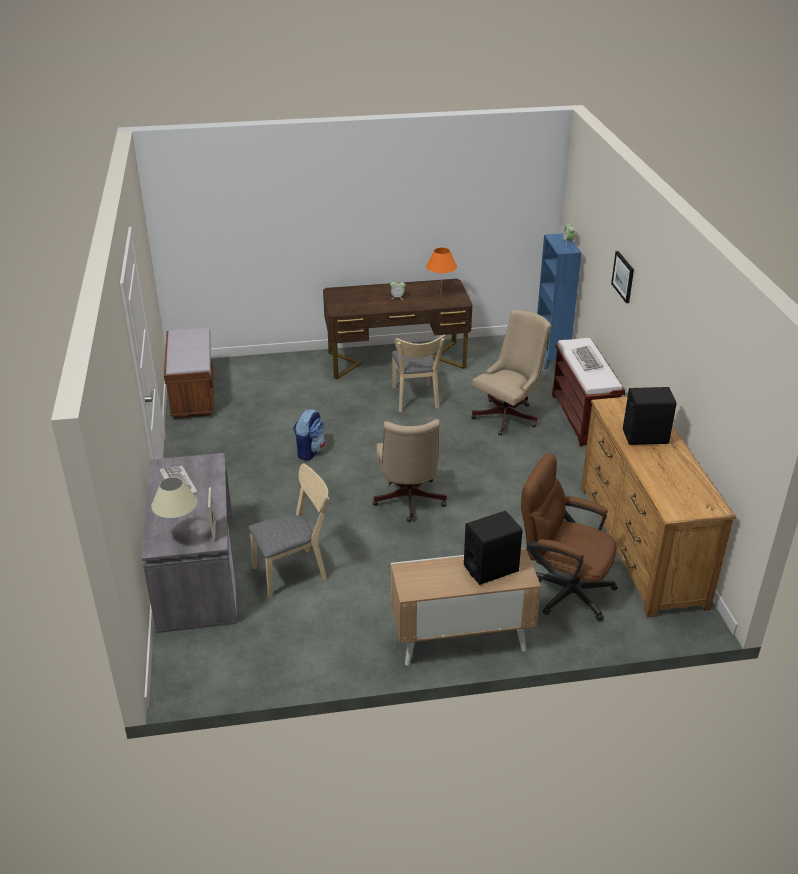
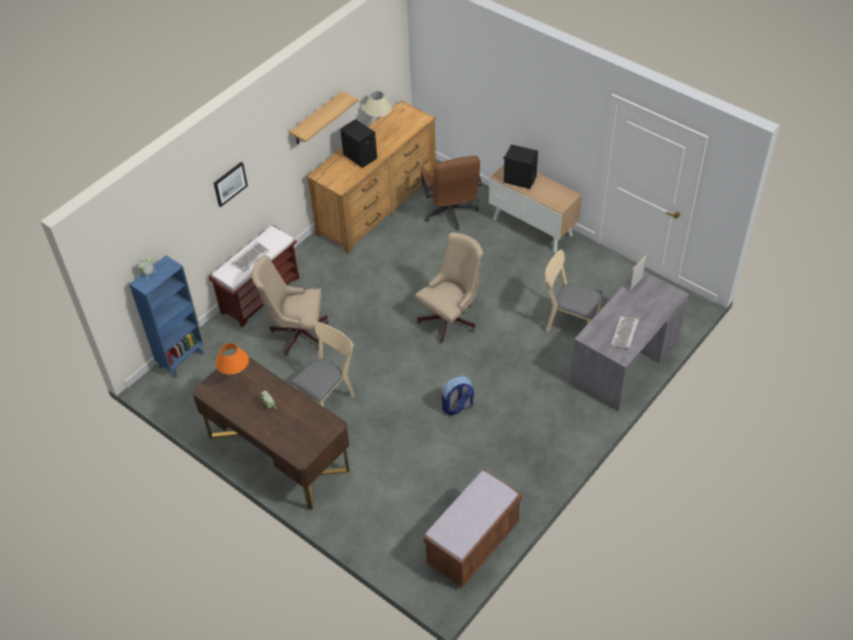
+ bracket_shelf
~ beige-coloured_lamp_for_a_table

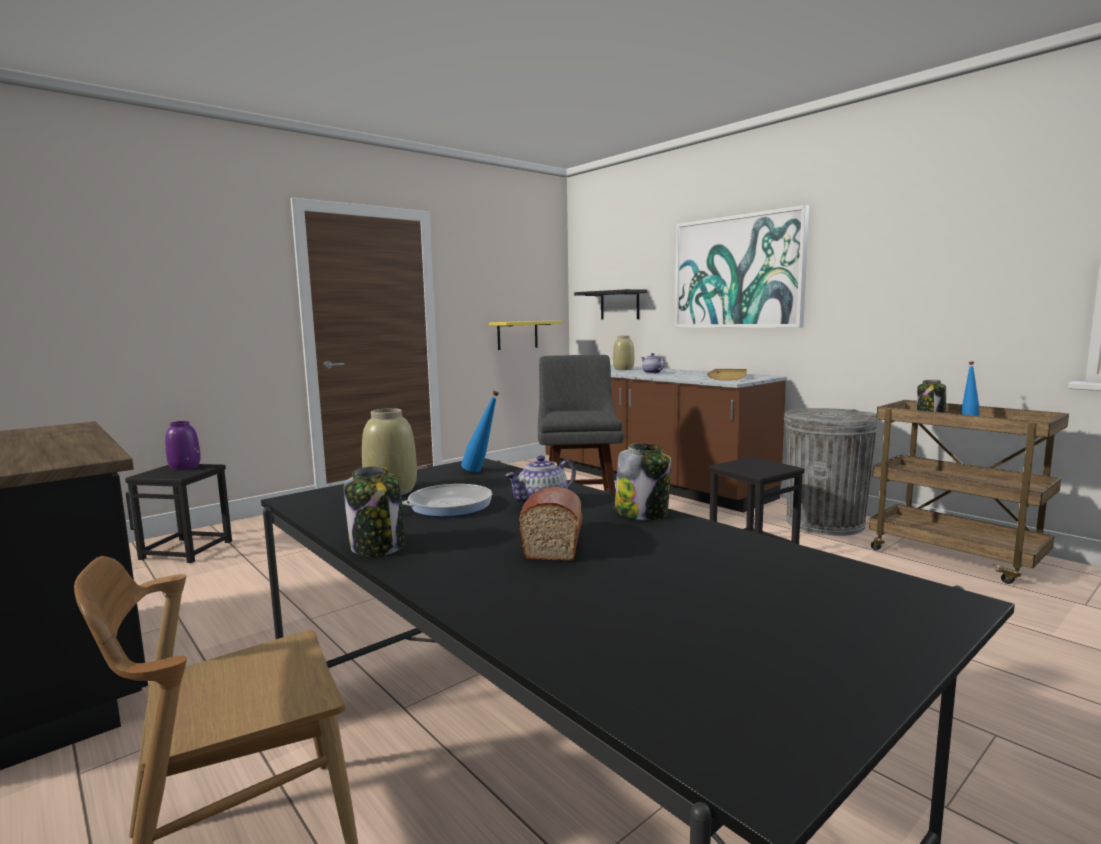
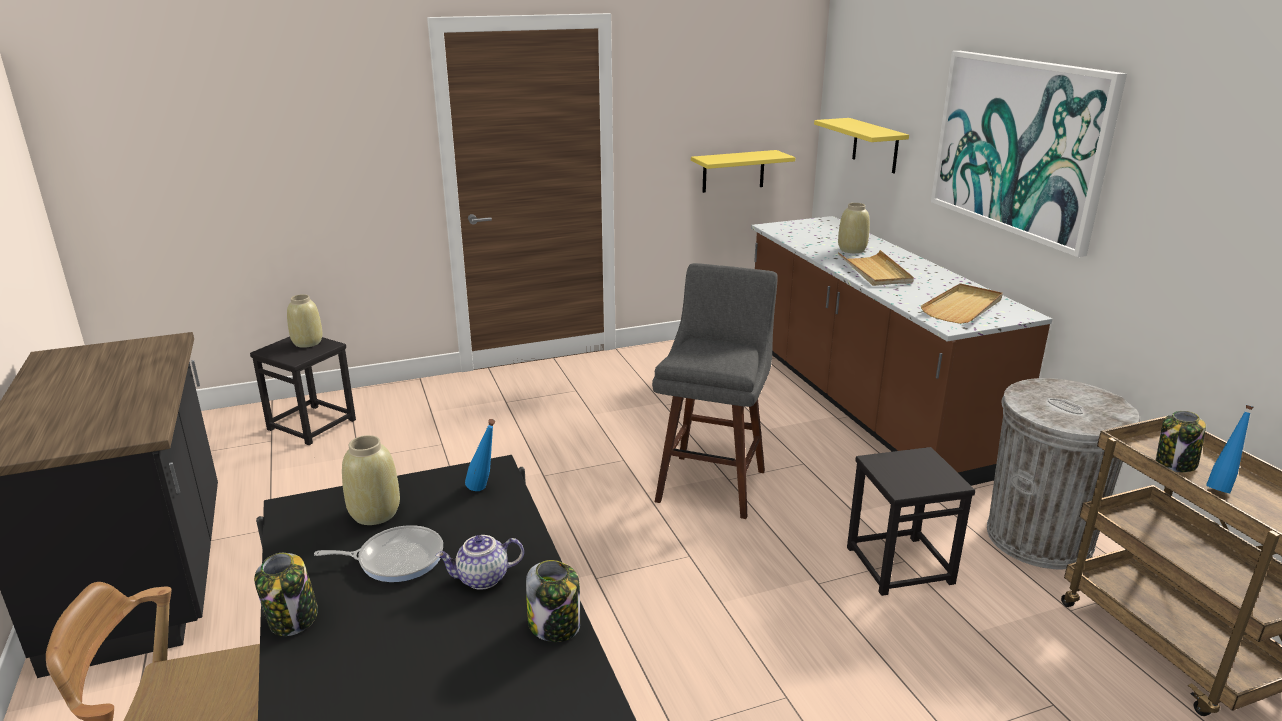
~ purple_vase to beige-coloured_vase (1st from left)
~ black_bracket_shelf to yellow-coloured_bracket_shelf (2nd from left)
~ pot_for_tea (2nd from left) to beige-coloured_carrying_tray (1st from left)
- bread

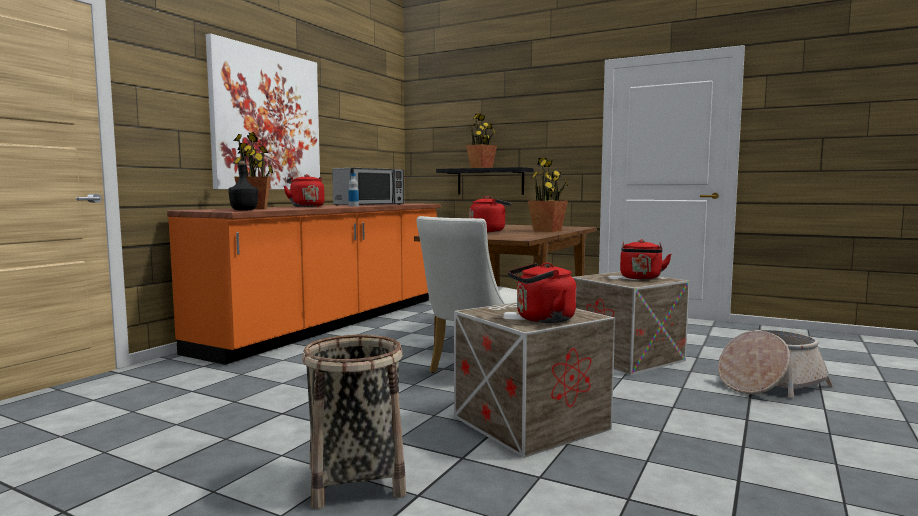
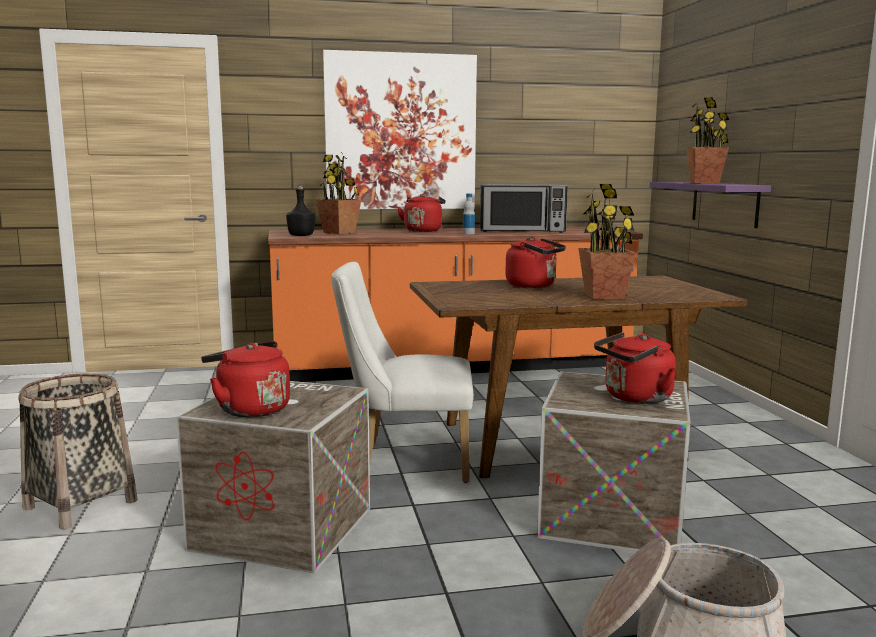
~ black_bracket_shelf to purple_bracket_shelf

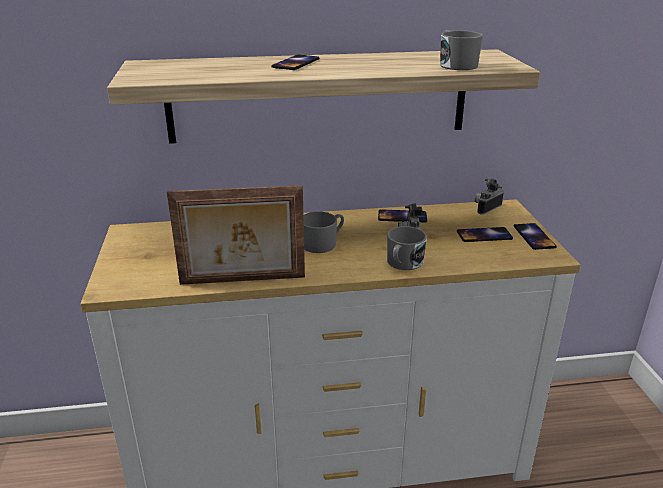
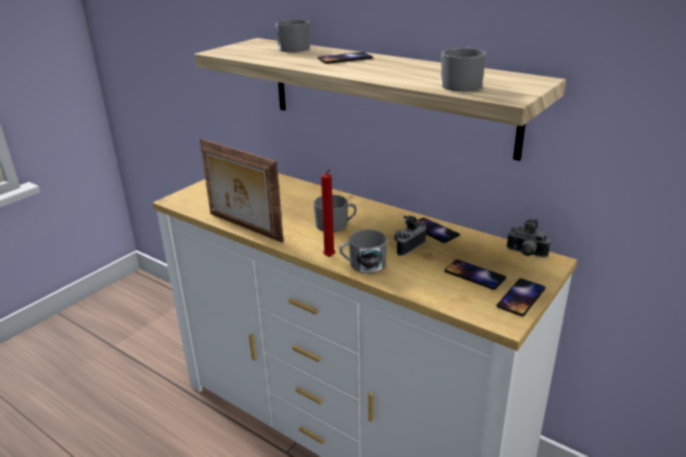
+ grey_tea_mug (1st from left)
+ red_wax_light
~ photo_camera (2nd from left) 150 degrees counterclockwise

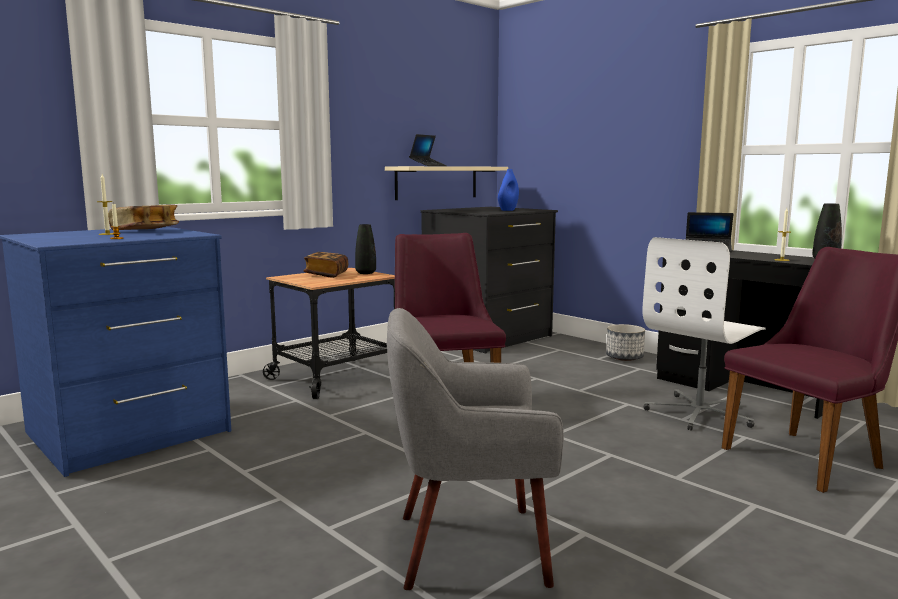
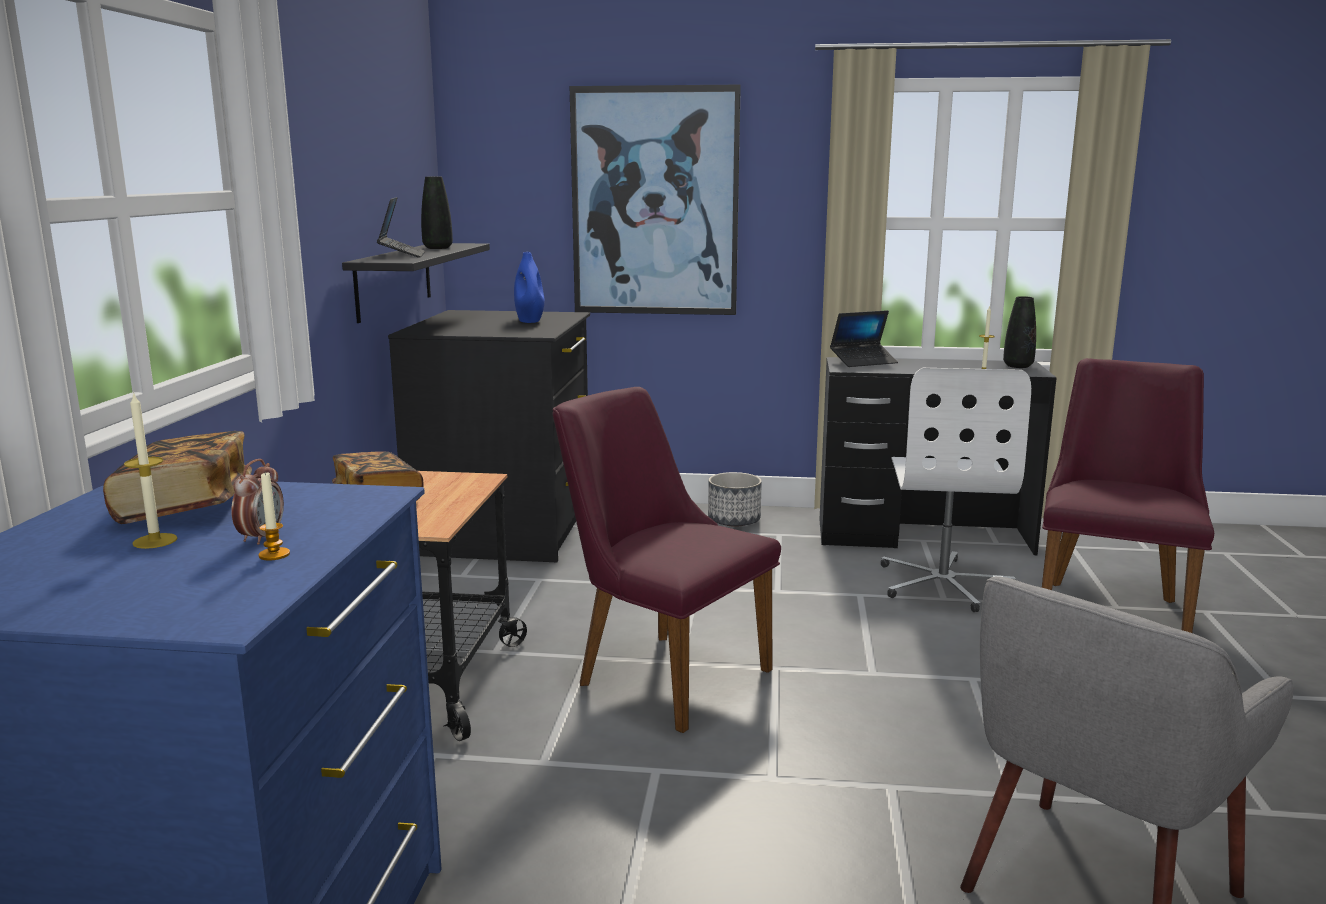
+ alarm_clock
~ beige-coloured_bracket_shelf to black_bracket_shelf
~ black_vase (1st from left)
+ wall_art

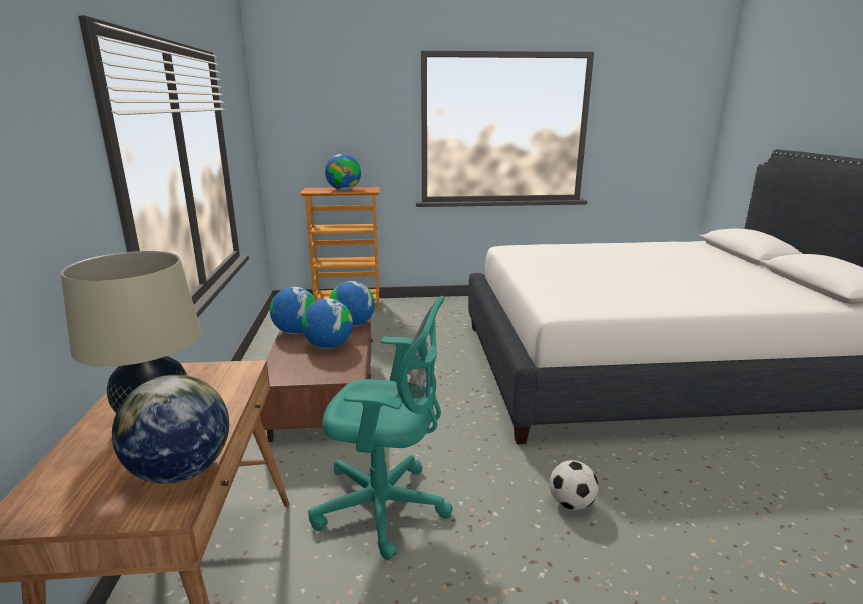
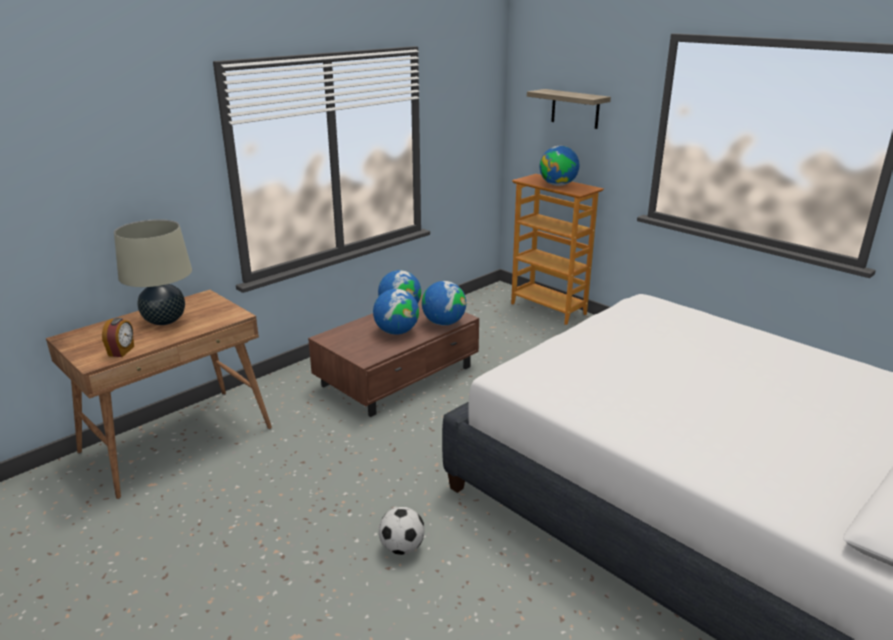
~ desk_globe (1st from left) to alarm_clock
+ bracket_shelf
- turquoise-coloured_desk_chair

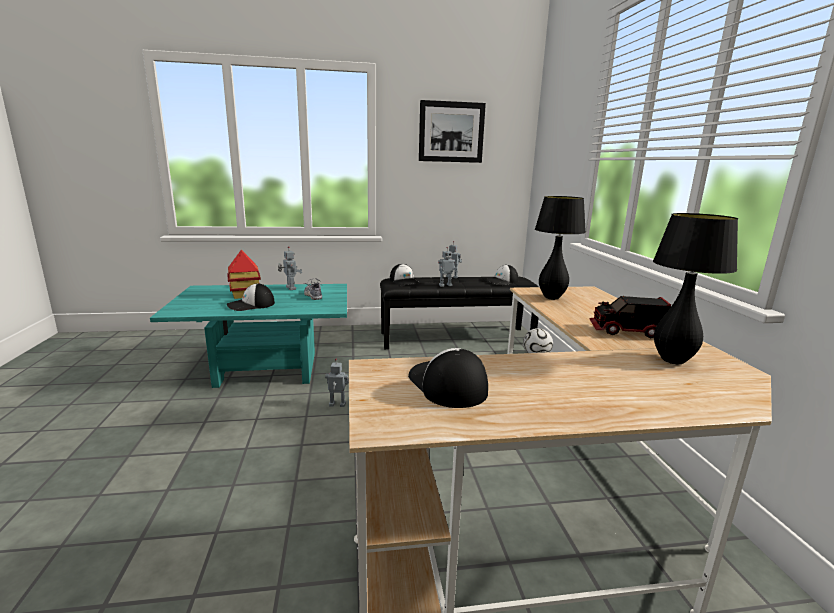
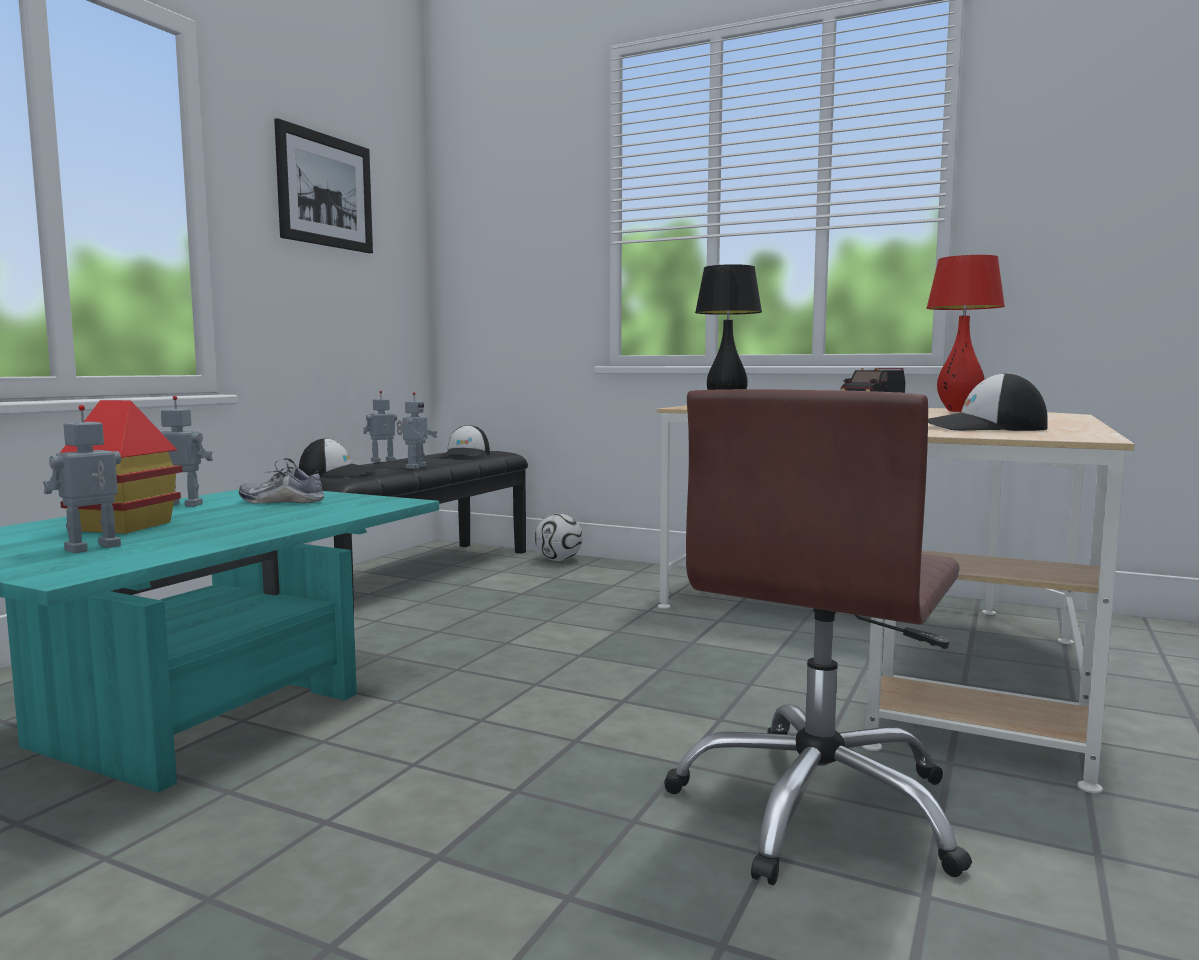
~ toy_robot (2nd from left in the first image) to toy_robot (1st from left)
+ brown-coloured_desk_chair
~ black_lamp_for_a_table (2nd from left) to red_lamp_for_a_table
- cap (1st from left)

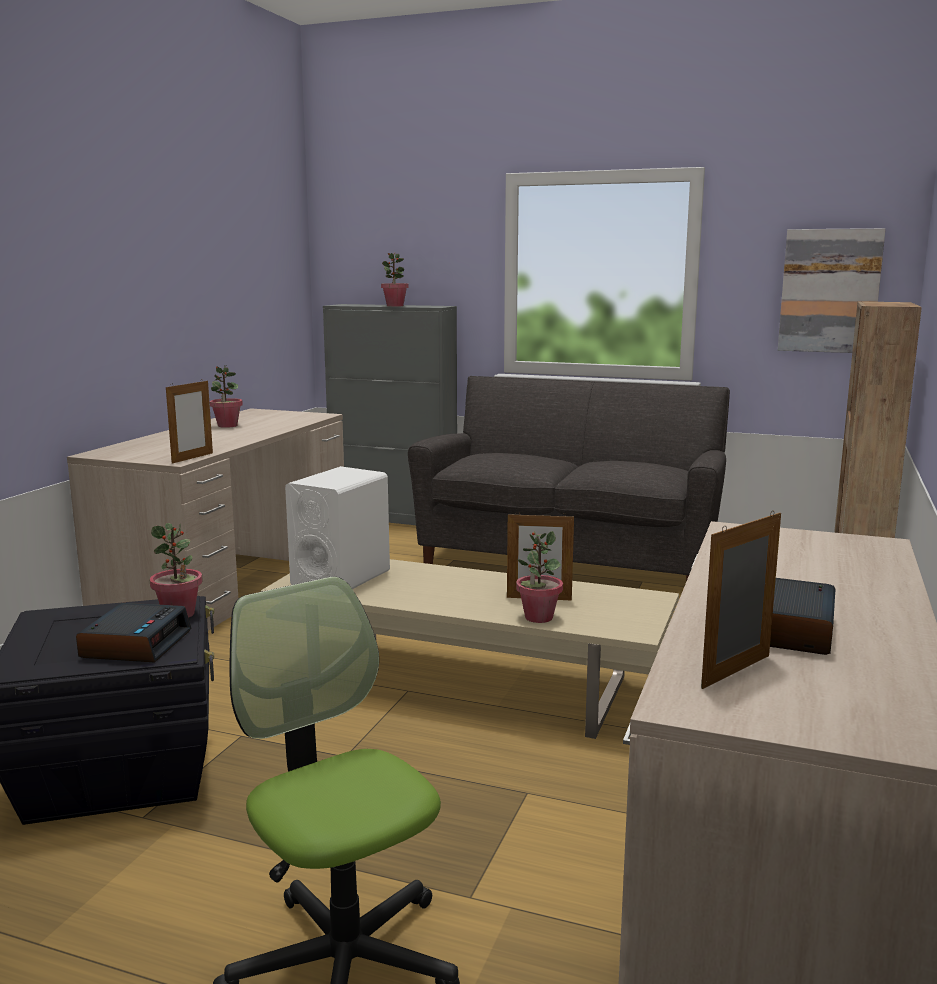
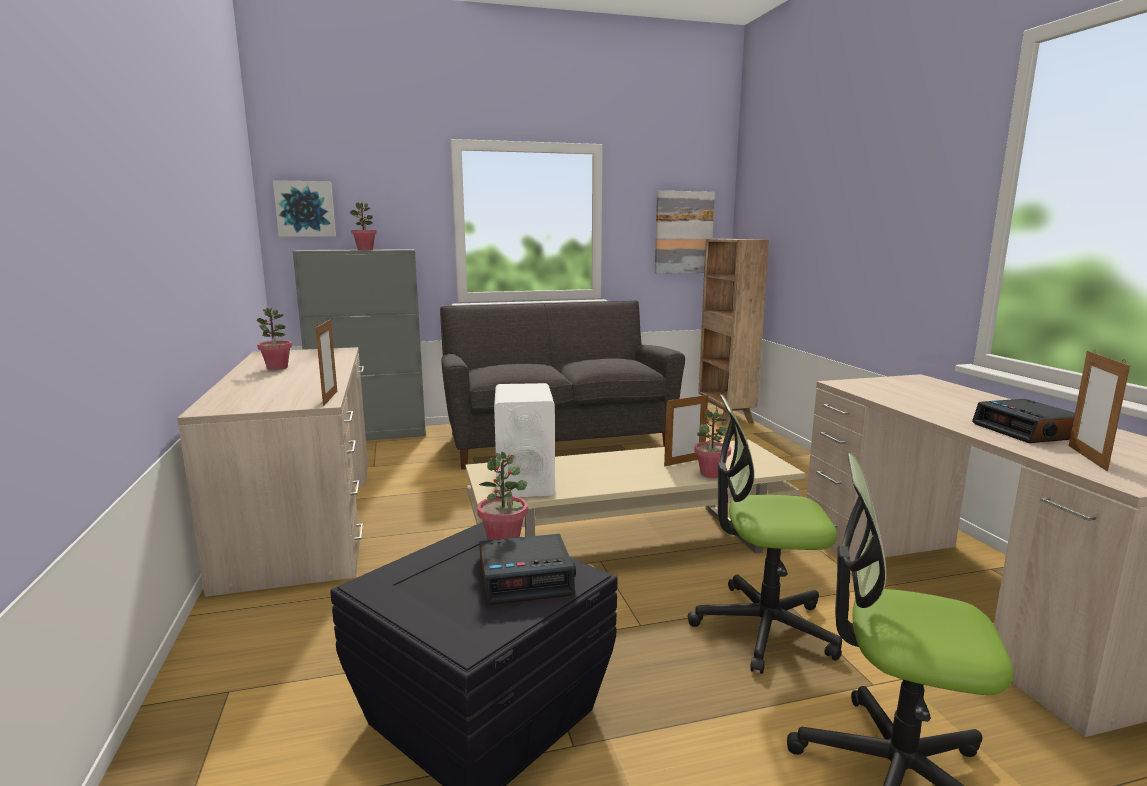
+ wall_art (1st from left)
~ alarm_clock (1st from left) 105 degrees clockwise
+ desk_chair (1st from left)

